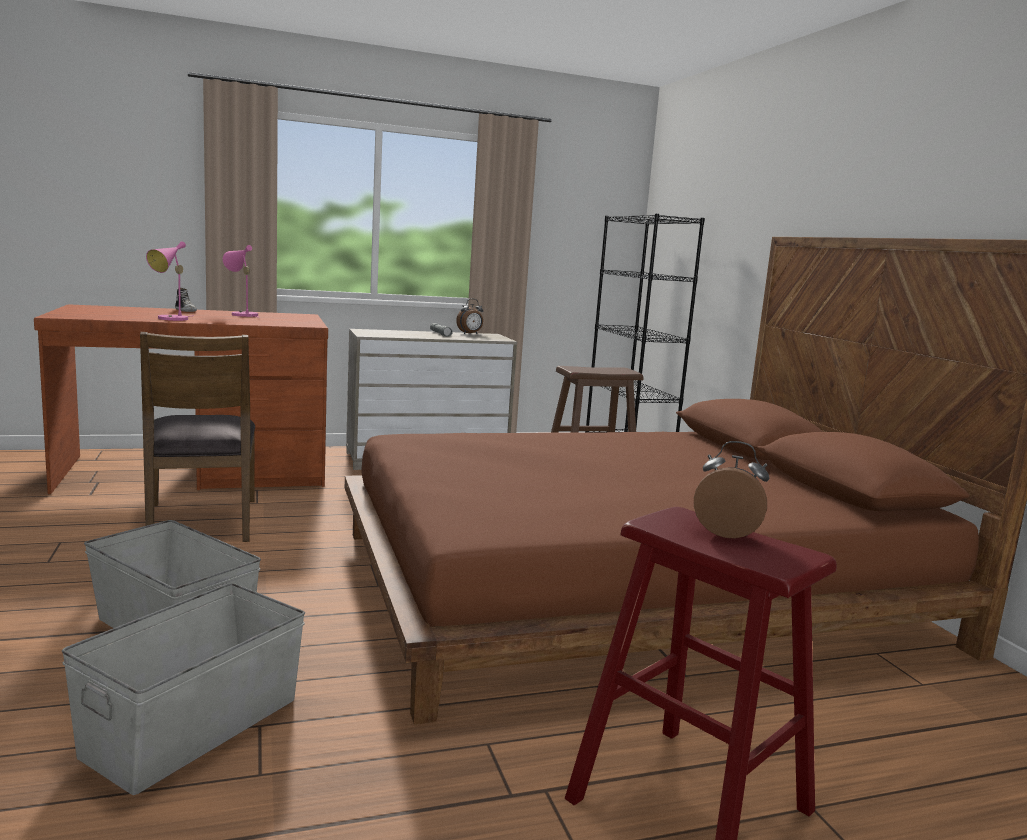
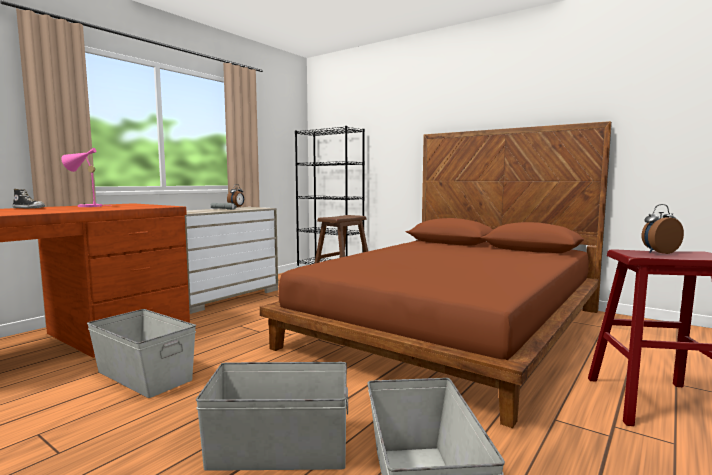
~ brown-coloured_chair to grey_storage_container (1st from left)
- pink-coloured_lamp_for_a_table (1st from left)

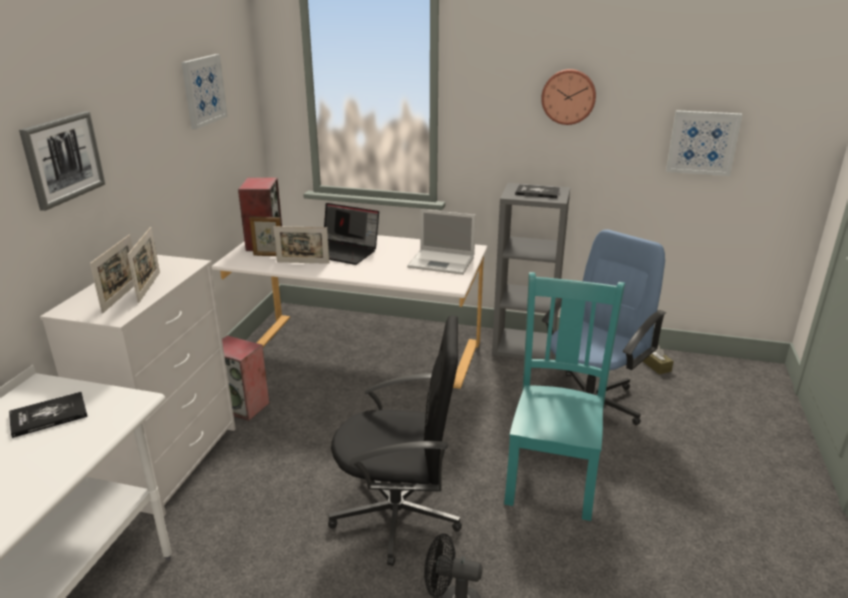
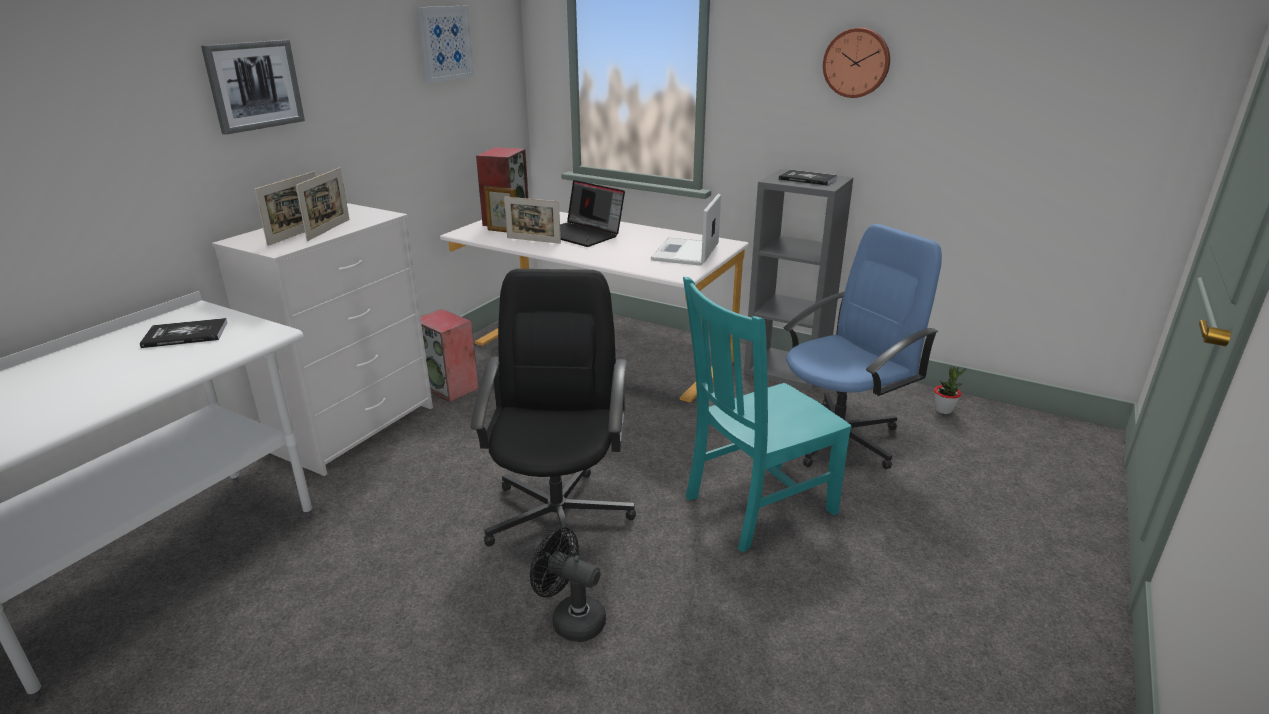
~ black_desk_chair 105 degrees counterclockwise
~ laptop (2nd from left) 75 degrees clockwise
~ turquoise-coloured_chair 150 degrees counterclockwise
~ brown-coloured_tissue_box to plant_in_a_pot
- wall_art (3rd from left)

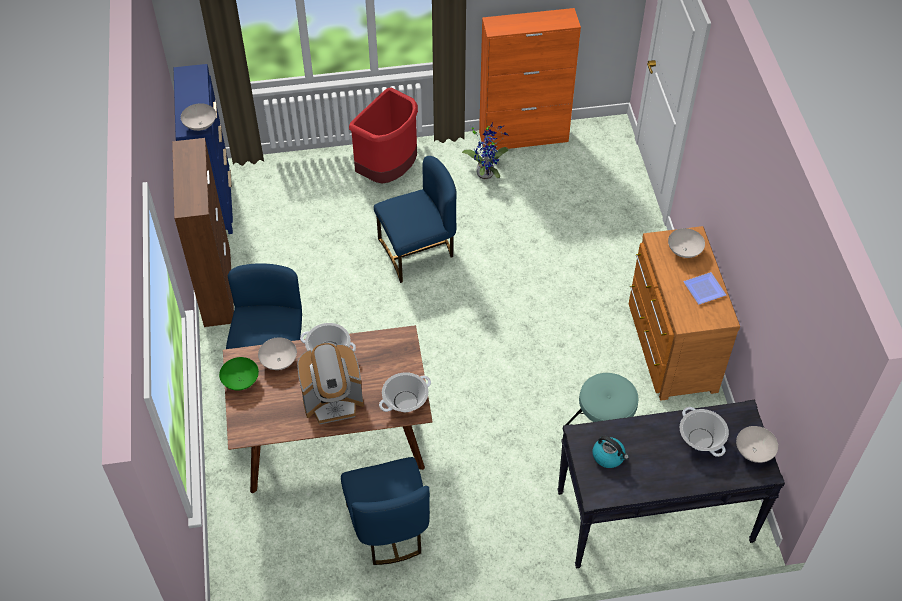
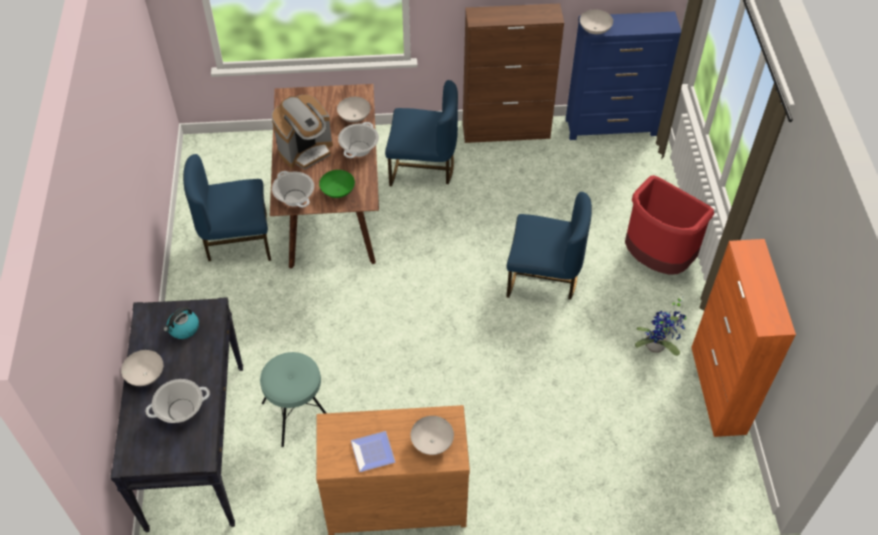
~ white-coloured_serving_bowl (4th from left in the first image) to white-coloured_serving_bowl (1st from left)
~ coffee_maker 120 degrees counterclockwise
~ greenish_serving_bowl
~ bluish_chair (3rd from left) 60 degrees counterclockwise

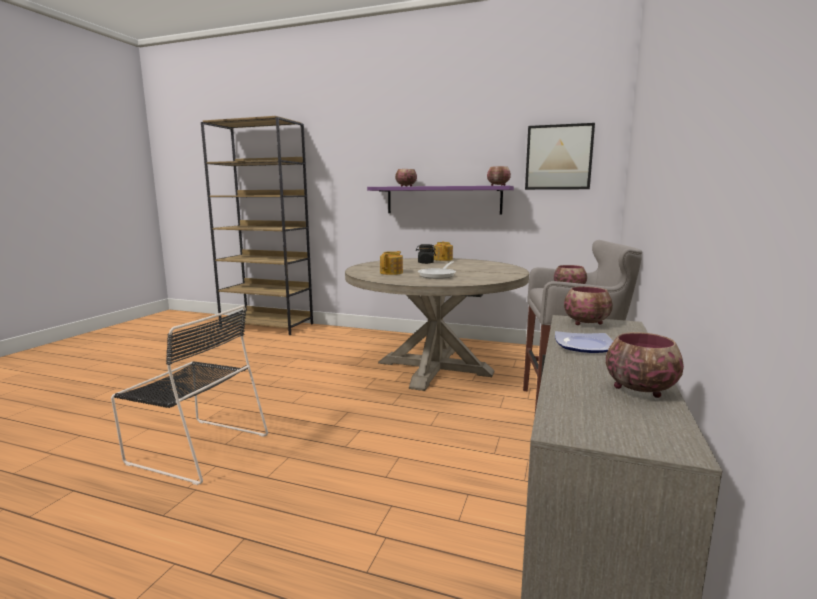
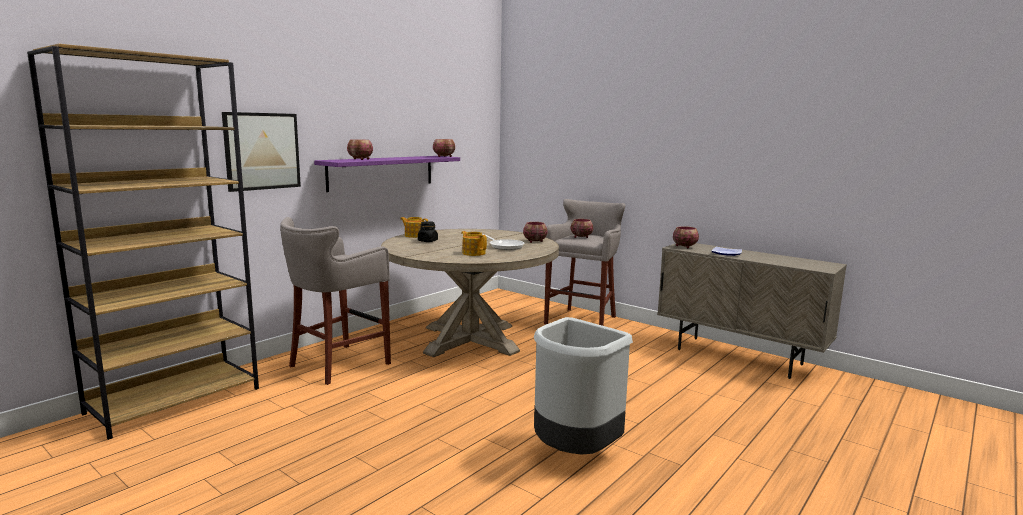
~ wall_art
+ grey_stool_seat (1st from left)
~ serving_bowl (5th from left in the first image) to serving_bowl (3rd from left)
~ black_chair to grey_trash_can

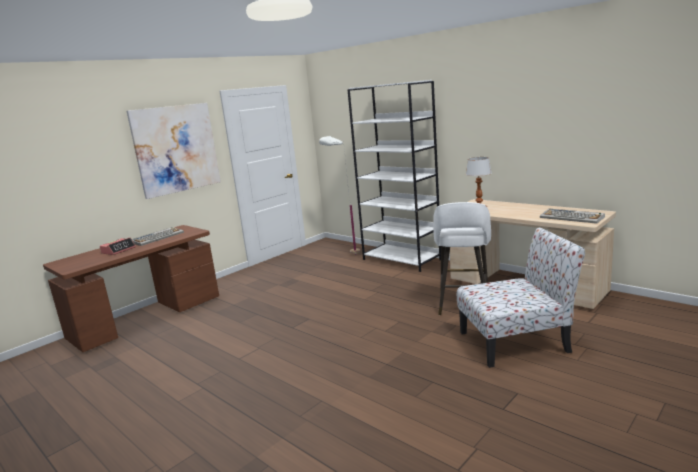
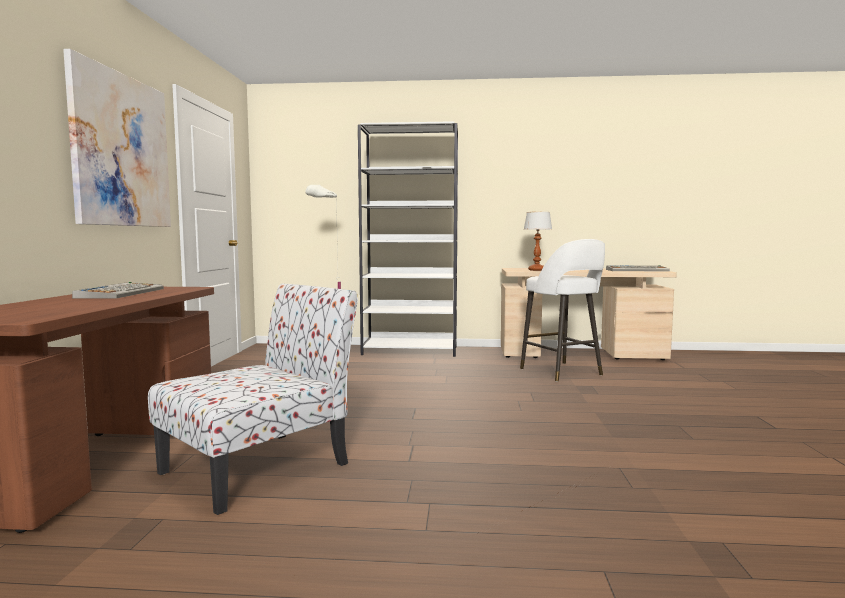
~ chair
- alarm_clock

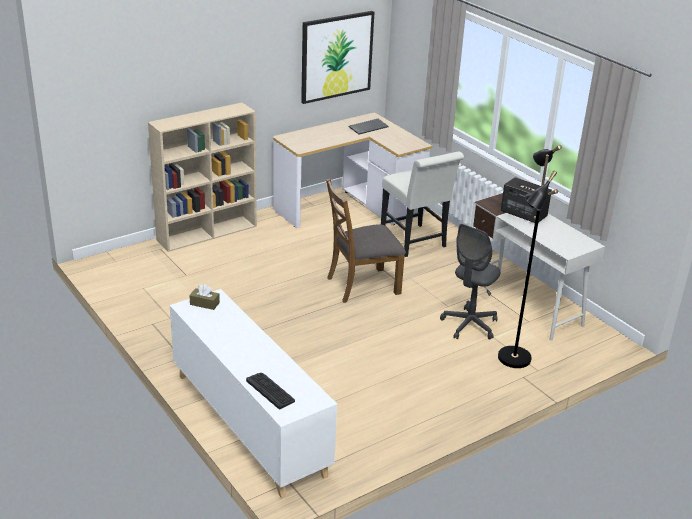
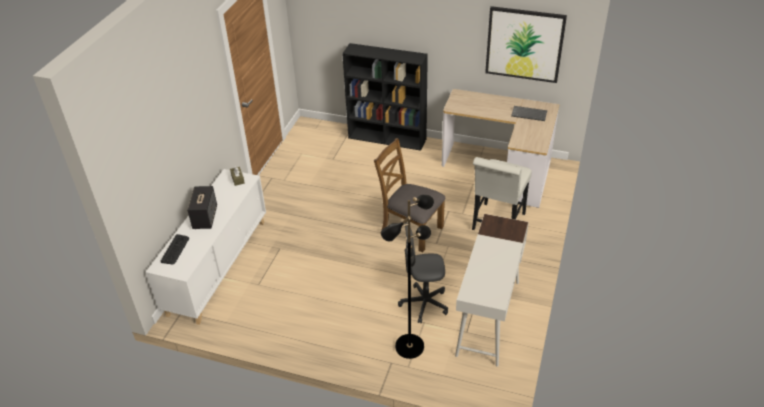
~ speaker
~ beige-coloured_bookcase to black_bookcase

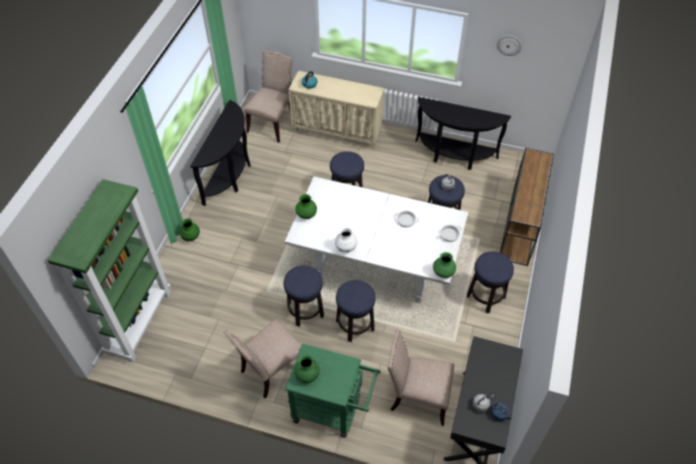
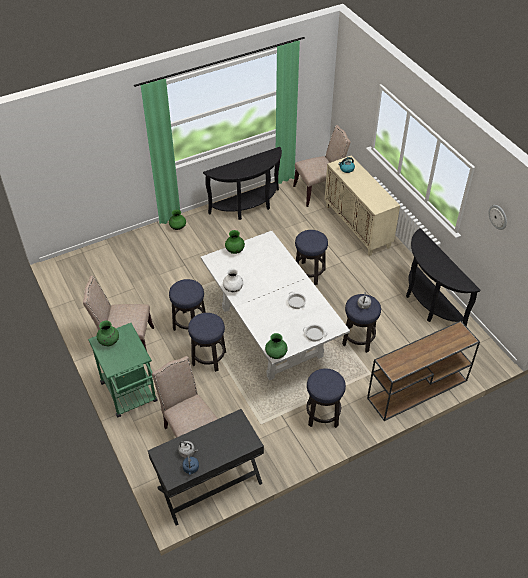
- greenish_bookcase

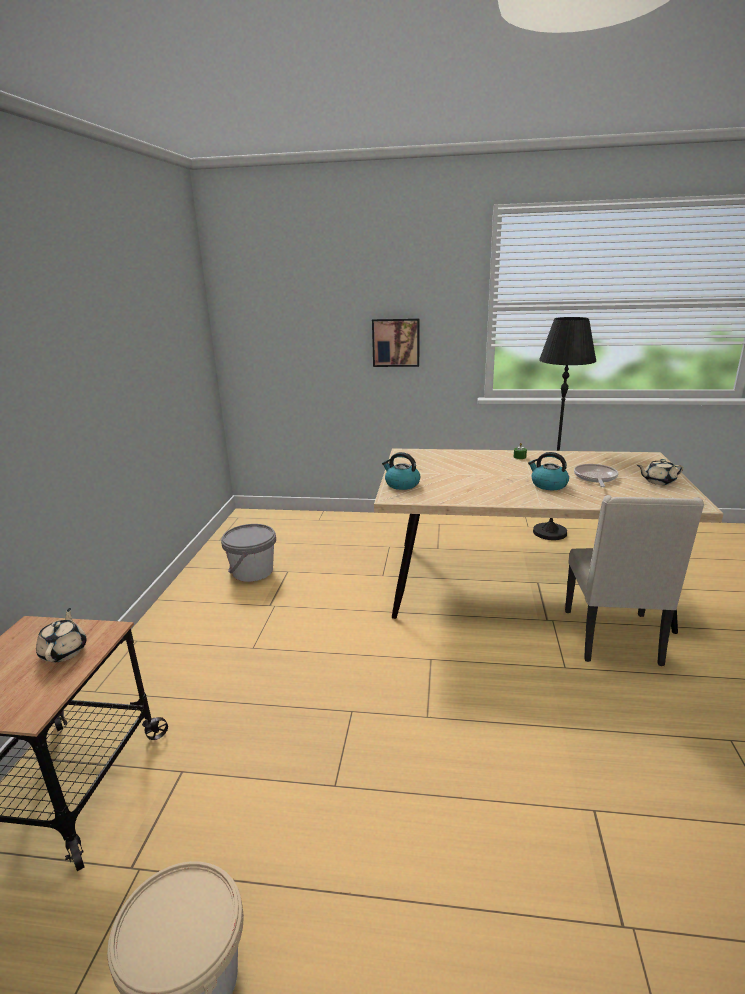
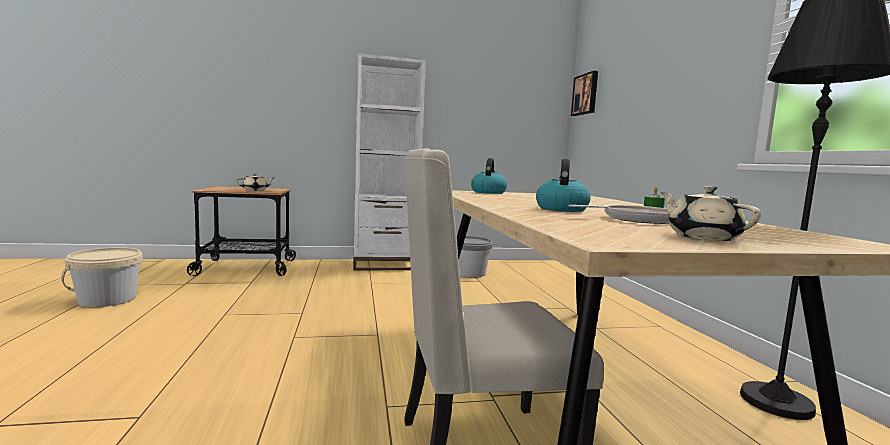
+ white-coloured_bookcase
~ wall_art

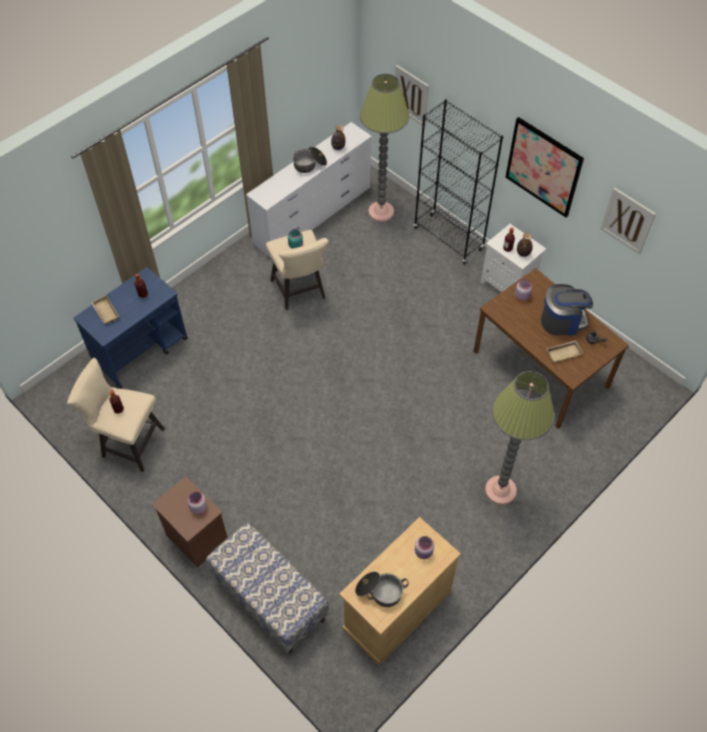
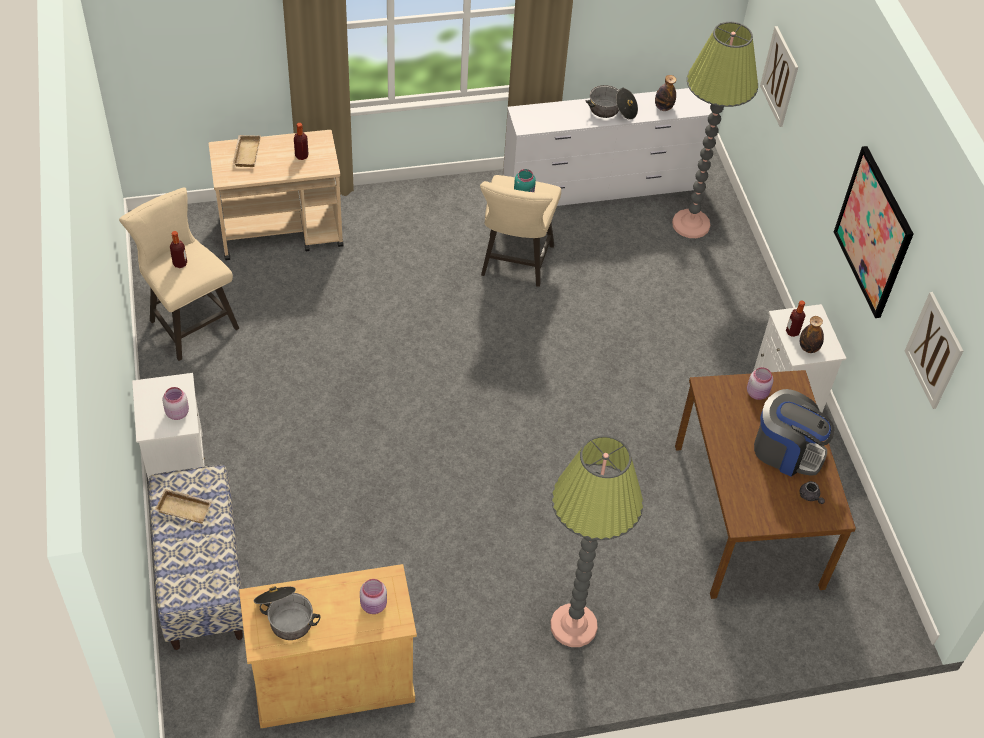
~ brown-coloured_bedside_table to white-coloured_bedside_table (1st from left)
~ beige-coloured_carrying_tray (2nd from left in the first image) to beige-coloured_carrying_tray (1st from left)
~ bluish_cart to beige-coloured_cart
- black_bookcase

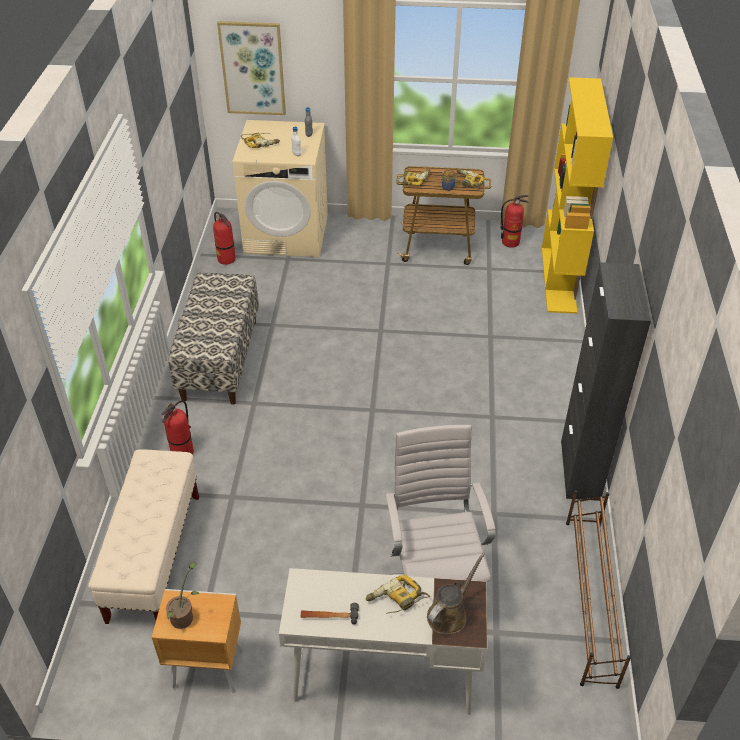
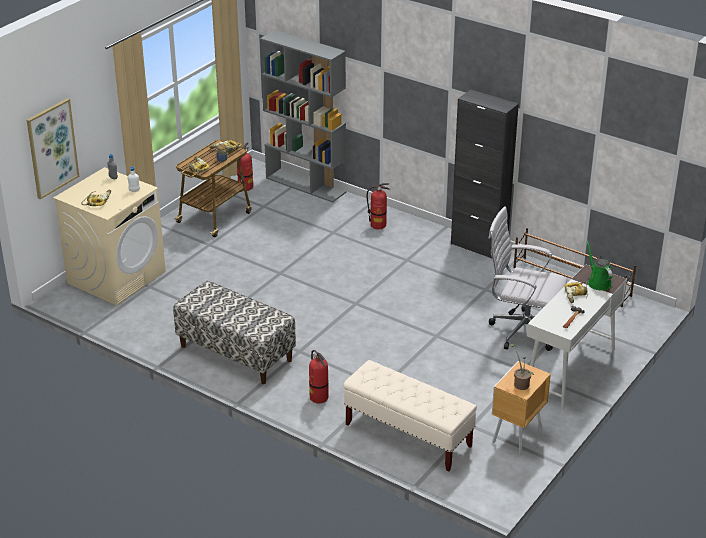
~ yellow-coloured_bookcase to grey_bookcase
~ fire_extinguisher (2nd from left in the first image) to fire_extinguisher (3rd from left)
~ brown-coloured_watering_pot to greenish_watering_pot

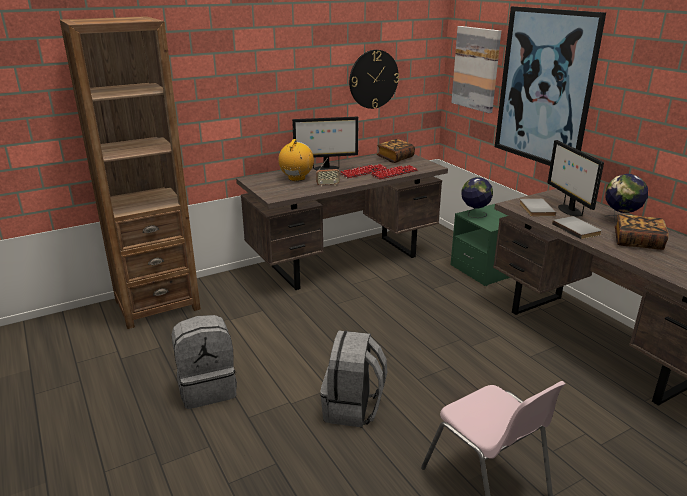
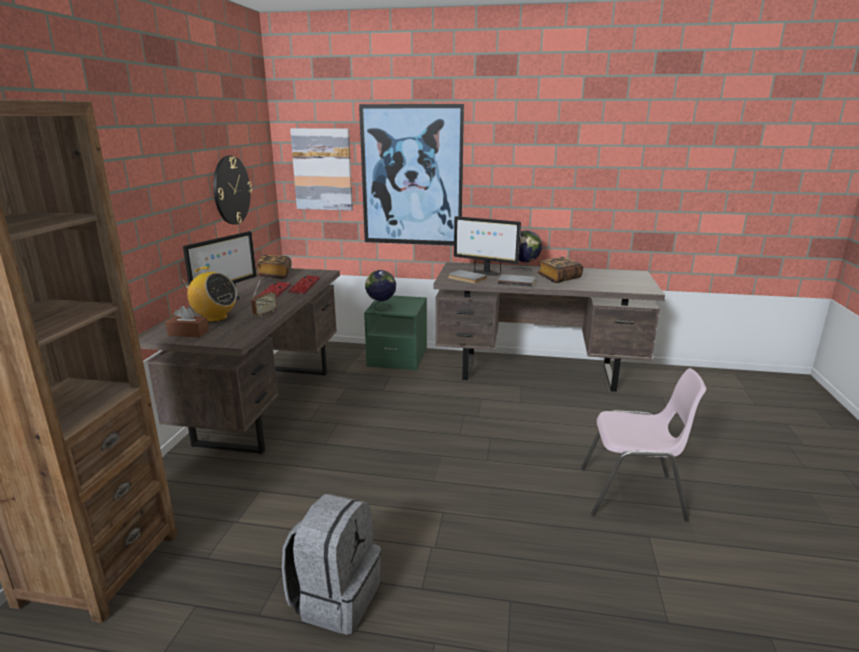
+ brown-coloured_tissue_box
~ radio_receiver (1st from left) 150 degrees clockwise
- grey_backpack (2nd from left)

